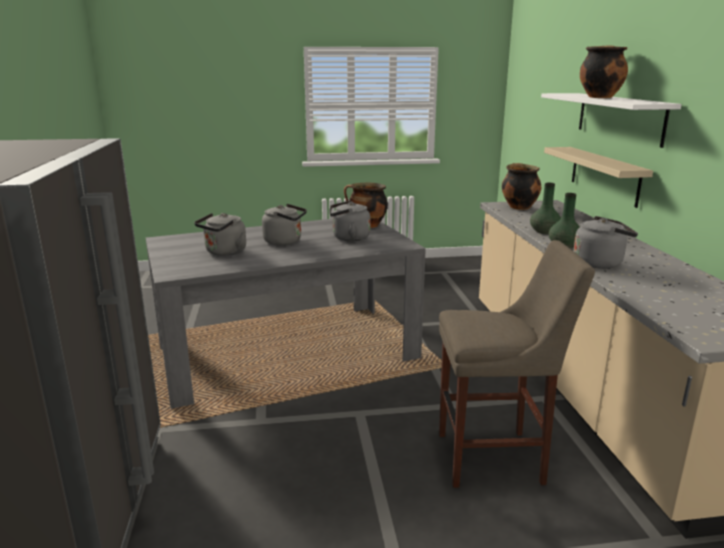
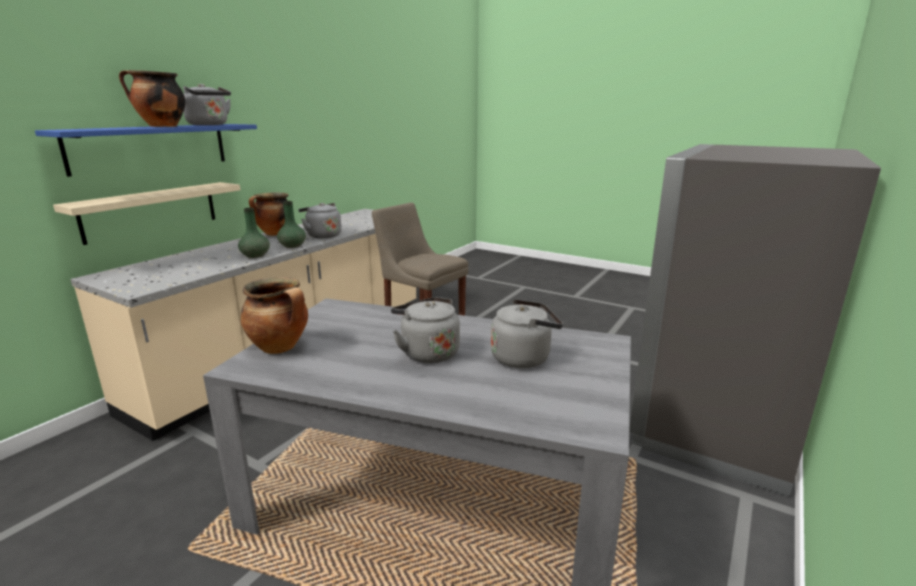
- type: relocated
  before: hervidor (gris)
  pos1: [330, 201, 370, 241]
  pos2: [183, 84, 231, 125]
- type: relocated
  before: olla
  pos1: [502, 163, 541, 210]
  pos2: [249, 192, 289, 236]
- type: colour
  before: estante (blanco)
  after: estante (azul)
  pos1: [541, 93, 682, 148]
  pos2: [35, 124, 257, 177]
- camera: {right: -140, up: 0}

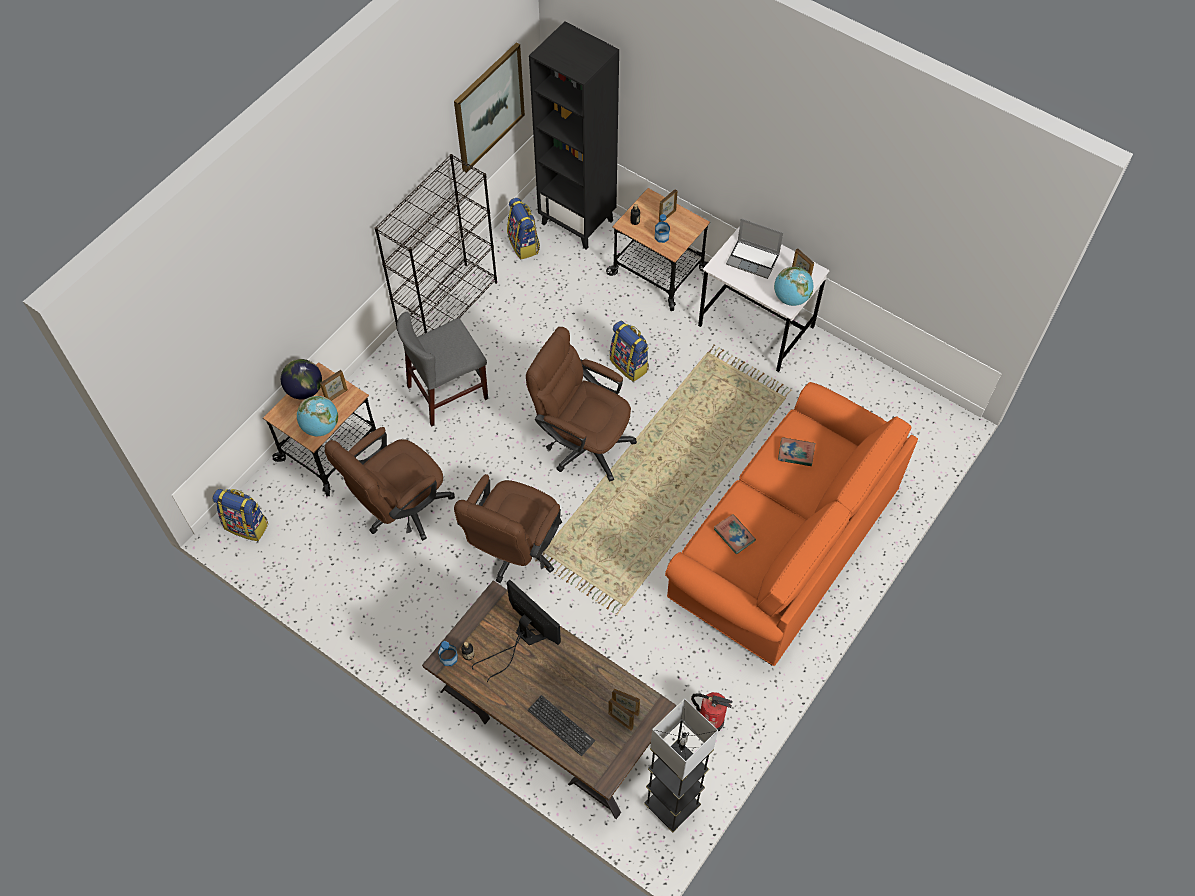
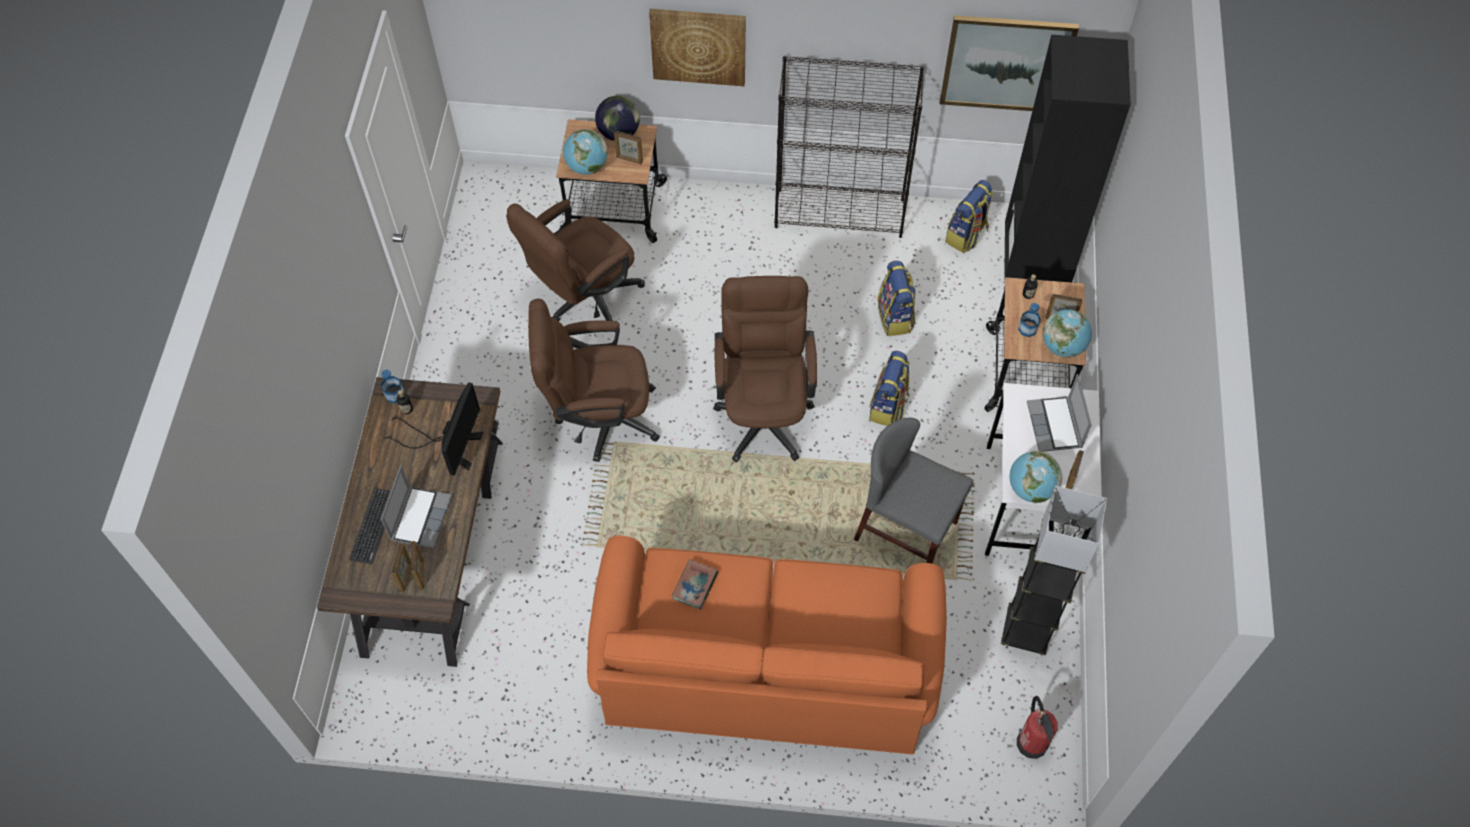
- type: missing
  before: libro
  pos1: [778, 437, 815, 466]
- type: appeared
  after: portátil
  pos2: [381, 466, 452, 549]
- type: appeared
  after: cuadro
  pos2: [649, 9, 746, 86]
- type: appeared
  after: globo terráqueo
  pos2: [1043, 309, 1092, 358]
- type: relocated
  before: mochila
  pos1: [212, 489, 268, 541]
  pos2: [878, 261, 915, 336]
- type: relocated
  before: silla (gris)
  pos1: [397, 312, 488, 427]
  pos2: [854, 418, 973, 564]
- type: relocated
  before: lámpara de pie (negro)
  pos1: [644, 698, 718, 832]
  pos2: [1001, 486, 1107, 655]
- type: relocated
  before: extintor
  pos1: [691, 692, 733, 731]
  pos2: [1017, 696, 1058, 759]
- type: spun
  before: silla de oficina (marrón)
  pos1: [324, 427, 455, 541]
  pos2: [506, 199, 645, 321]
  turn: -60
- camera: {right: 60, up: 0}

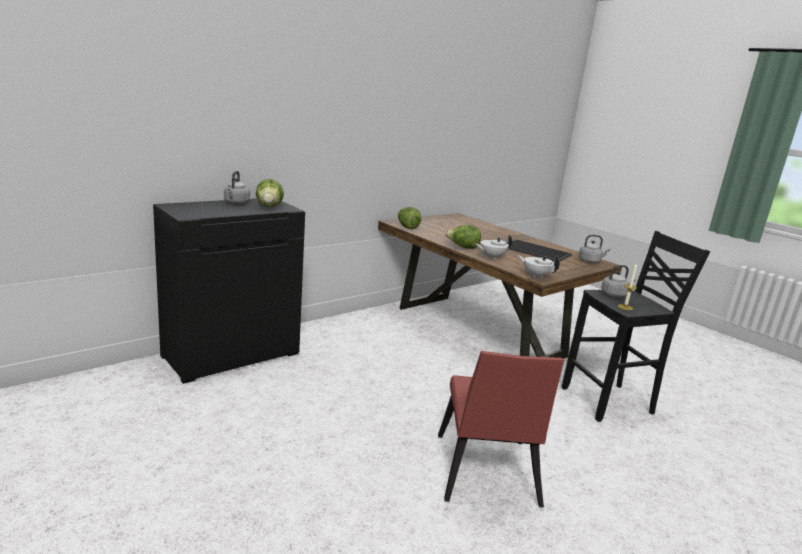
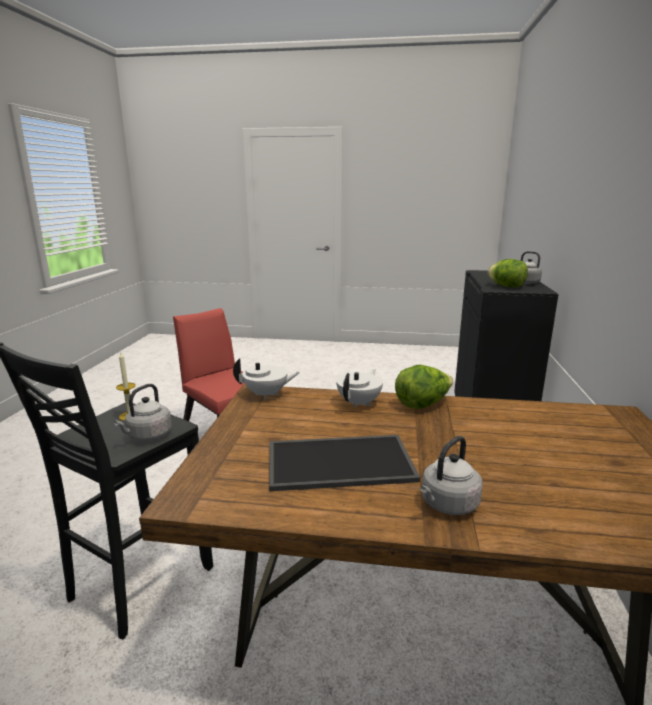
- type: missing
  before: lechuga
  pos1: [398, 207, 421, 229]
- type: relocated
  before: hervidor (gris)
  pos1: [578, 235, 610, 263]
  pos2: [420, 436, 483, 515]
- camera: {right: 140, up: 0}

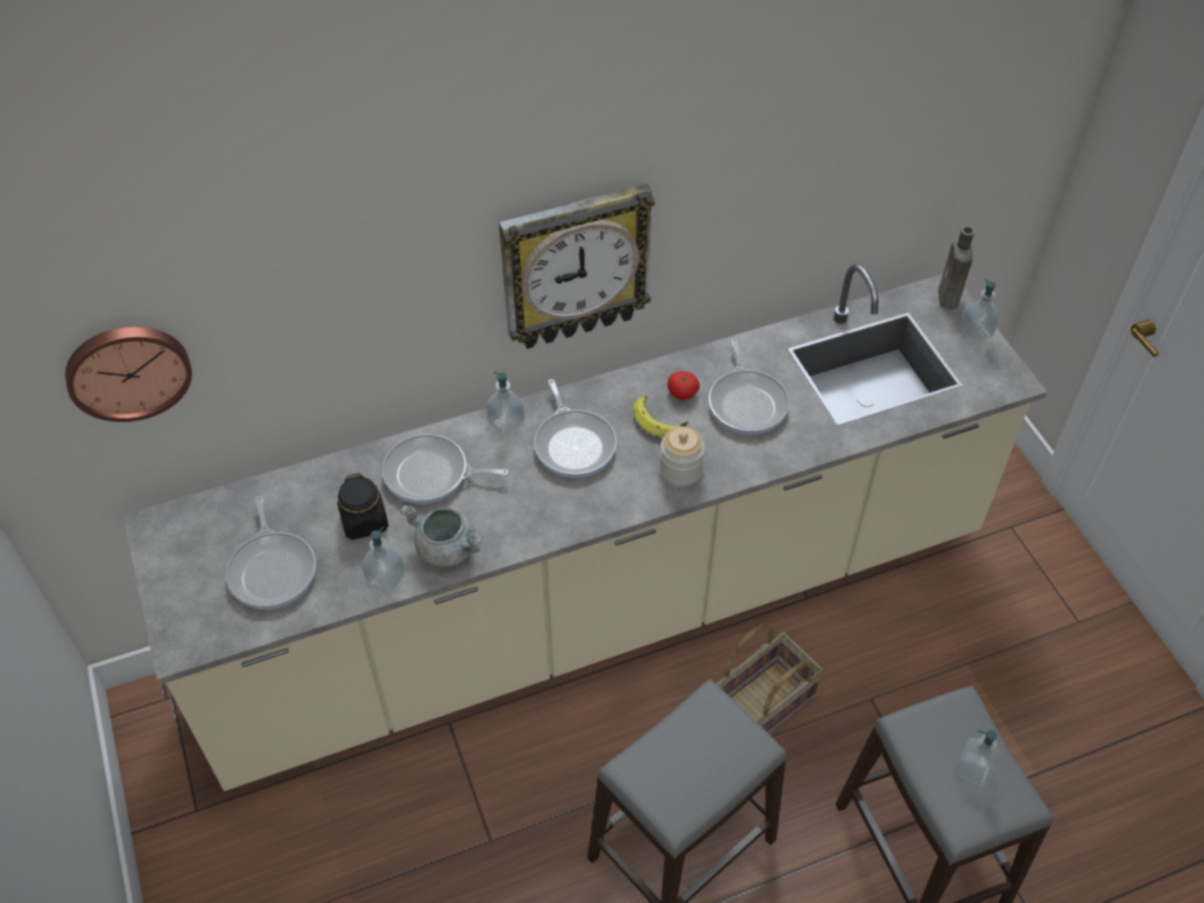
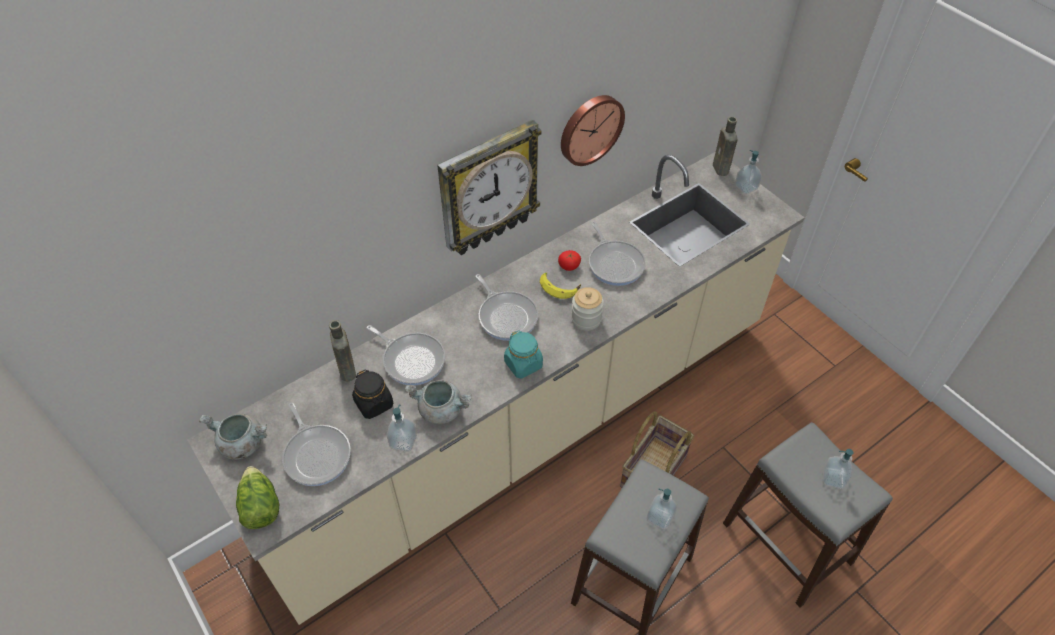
- type: appeared
  after: olla (gris)
  pos2: [199, 414, 267, 460]
- type: appeared
  after: lechuga
  pos2: [236, 466, 279, 529]
- type: appeared
  after: botella (marrón)
  pos2: [329, 320, 356, 381]
- type: appeared
  after: tarro (turquesa)
  pos2: [504, 330, 543, 378]
- type: relocated
  before: reloj de pared
  pos1: [65, 327, 192, 422]
  pos2: [561, 95, 625, 166]
- type: relocated
  before: dispensador de jabón
  pos1: [486, 371, 524, 435]
  pos2: [647, 488, 677, 529]
- type: spun
  before: sartén
  pos1: [382, 434, 509, 504]
  pos2: [367, 325, 445, 385]
  turn: -135
- camera: {right: -15, up: 0}

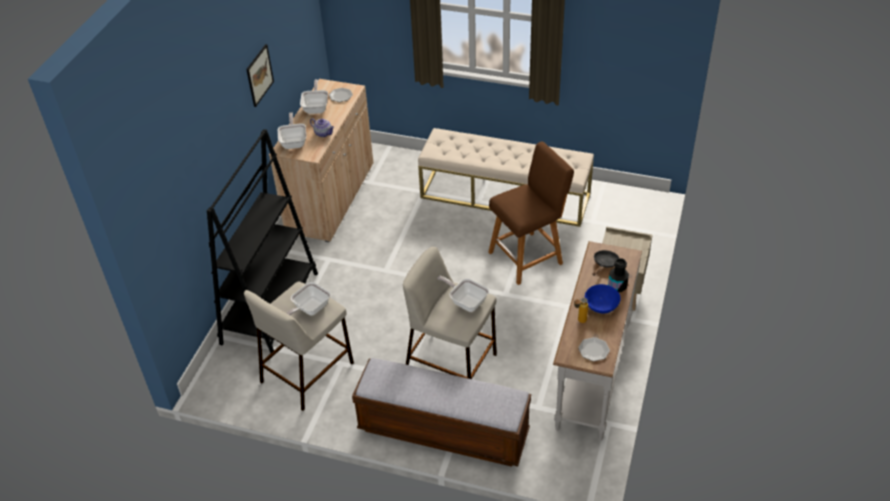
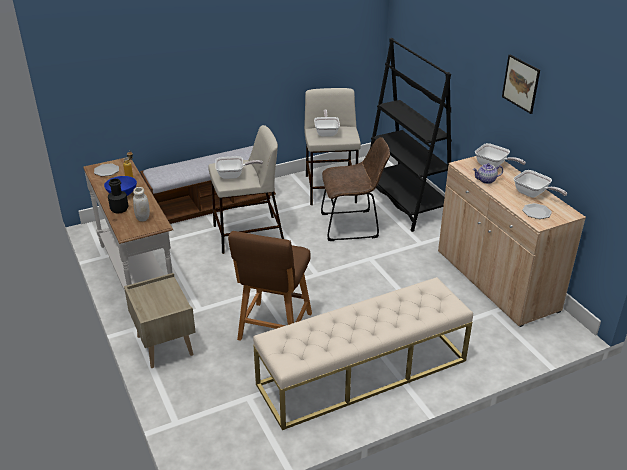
- type: appeared
  after: silla (marrón)
  pos2: [321, 137, 390, 241]
- type: exchanged
  before: sartén (negro)
  after: tarro (blanco)
  pos1: [592, 250, 619, 276]
  pos2: [133, 187, 150, 221]
- camera: {right: 135, up: -10}

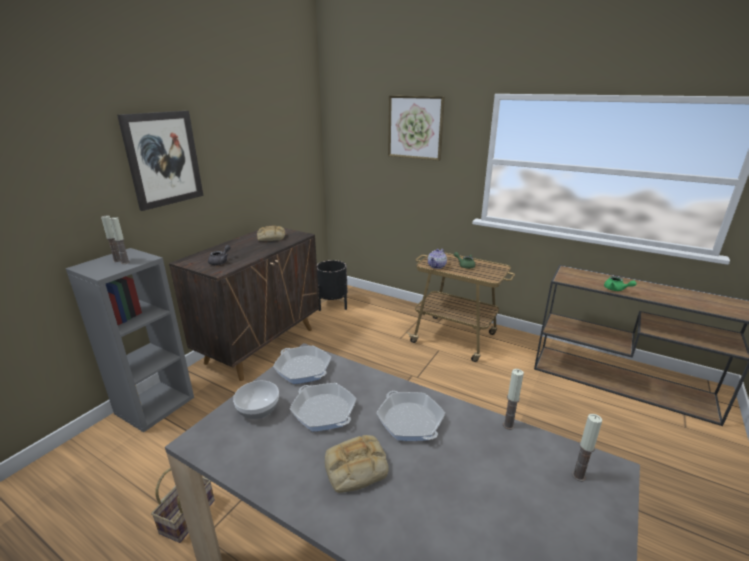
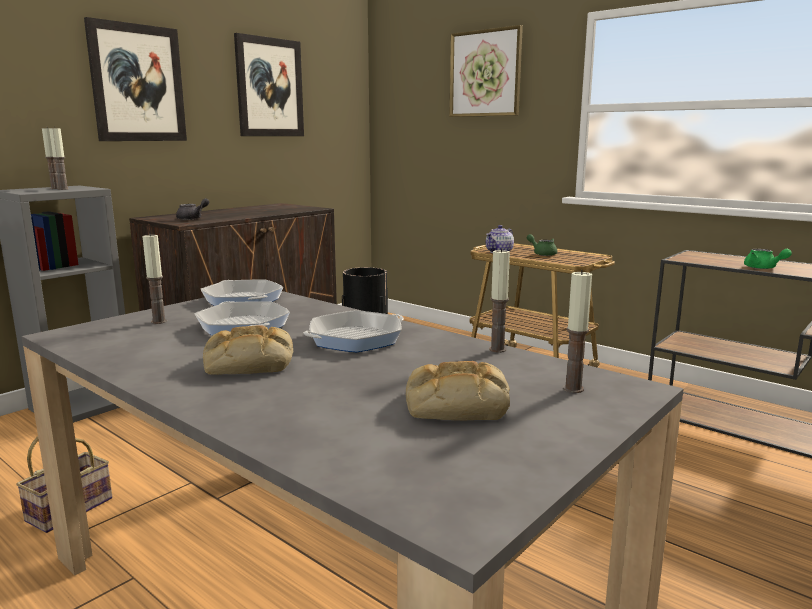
- type: appeared
  after: cuadro
  pos2: [234, 33, 304, 136]
- type: relocated
  before: pan
  pos1: [257, 226, 285, 241]
  pos2: [406, 361, 510, 420]
- type: exchanged
  before: cuenco
  after: vela
  pos1: [233, 381, 279, 419]
  pos2: [142, 233, 167, 324]
- type: spun
  before: sartén
  pos1: [376, 391, 445, 441]
  pos2: [303, 310, 404, 353]
  turn: -105
- camera: {right: 10, up: -10}

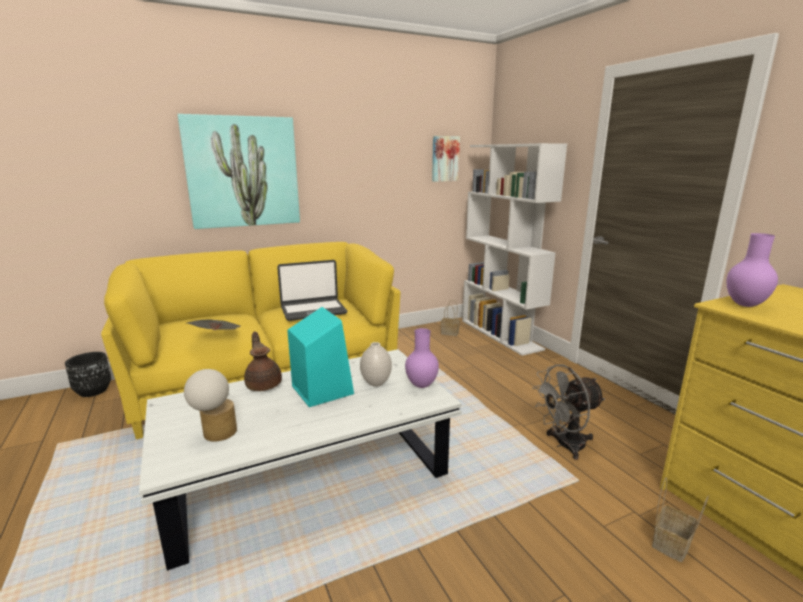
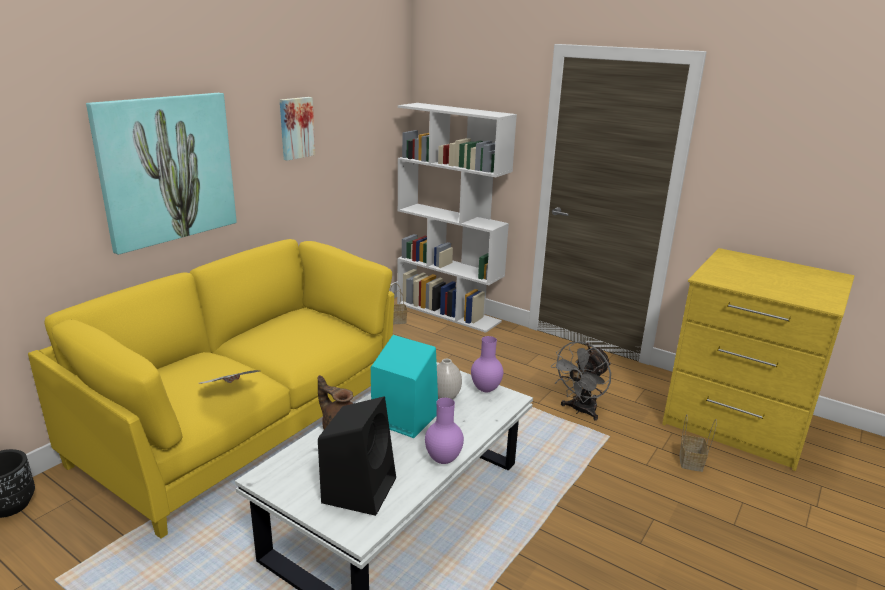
- type: missing
  before: portátil
  pos1: [277, 260, 347, 321]
- type: relocated
  before: cuadro
  pos1: [432, 136, 460, 182]
  pos2: [280, 97, 315, 161]
- type: relocated
  before: florero (morado)
  pos1: [726, 233, 778, 307]
  pos2: [425, 398, 464, 464]
- type: exchanged
  before: lámpara de mesa
  after: altavoz (negro)
  pos1: [184, 369, 237, 442]
  pos2: [318, 396, 396, 516]
- camera: {right: -30, up: 5}

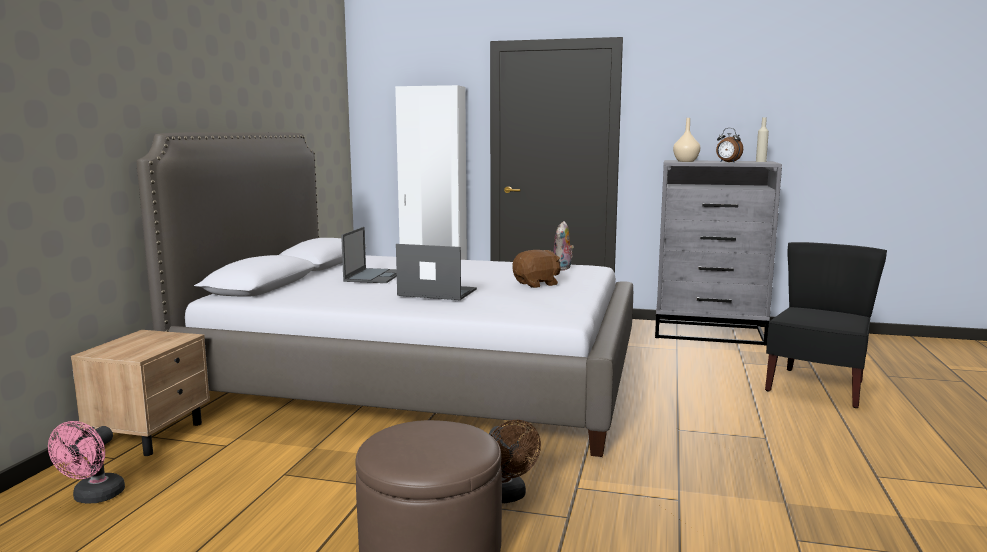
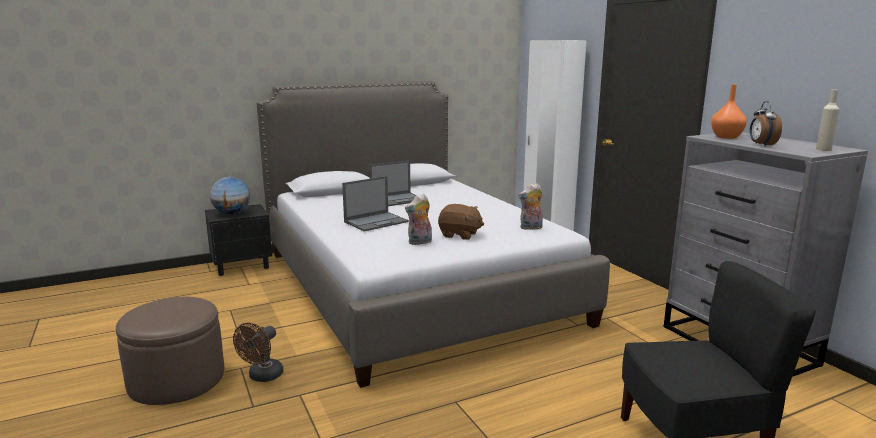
- type: missing
  before: ventilador (rosa)
  pos1: [48, 421, 125, 504]
- type: appeared
  after: globo terráqueo
  pos2: [210, 177, 250, 215]
- type: appeared
  after: peluche
  pos2: [405, 194, 432, 245]
- type: colour
  before: mesita de noche (beis)
  after: mesita de noche (negro)
  pos1: [71, 330, 210, 456]
  pos2: [205, 204, 272, 276]
- type: colour
  before: florero (beis)
  after: florero (naranja)
  pos1: [673, 118, 700, 162]
  pos2: [711, 85, 747, 139]
- type: spun
  before: portátil
  pos1: [396, 244, 477, 300]
  pos2: [342, 176, 409, 232]
  turn: 75
- camera: {right: 50, up: 5}

